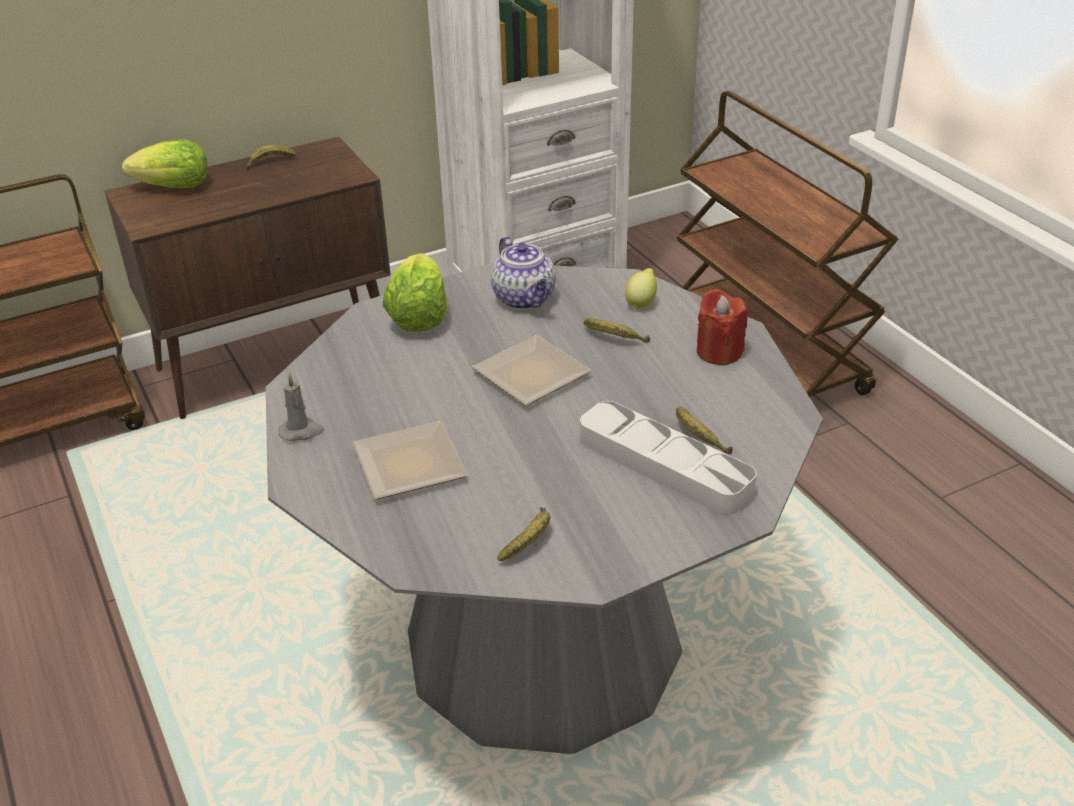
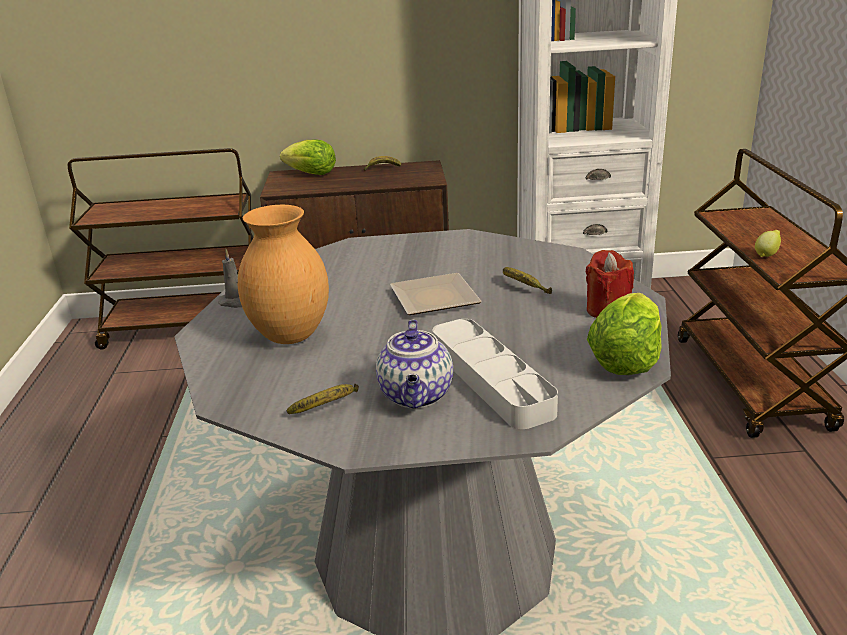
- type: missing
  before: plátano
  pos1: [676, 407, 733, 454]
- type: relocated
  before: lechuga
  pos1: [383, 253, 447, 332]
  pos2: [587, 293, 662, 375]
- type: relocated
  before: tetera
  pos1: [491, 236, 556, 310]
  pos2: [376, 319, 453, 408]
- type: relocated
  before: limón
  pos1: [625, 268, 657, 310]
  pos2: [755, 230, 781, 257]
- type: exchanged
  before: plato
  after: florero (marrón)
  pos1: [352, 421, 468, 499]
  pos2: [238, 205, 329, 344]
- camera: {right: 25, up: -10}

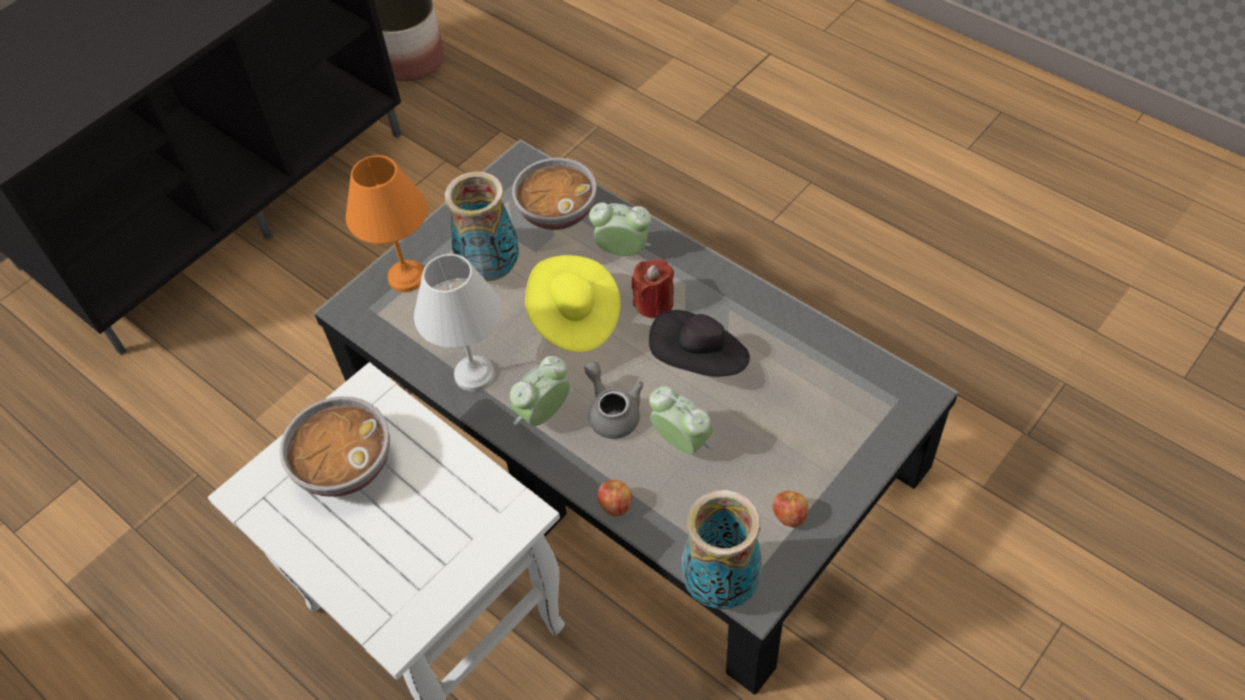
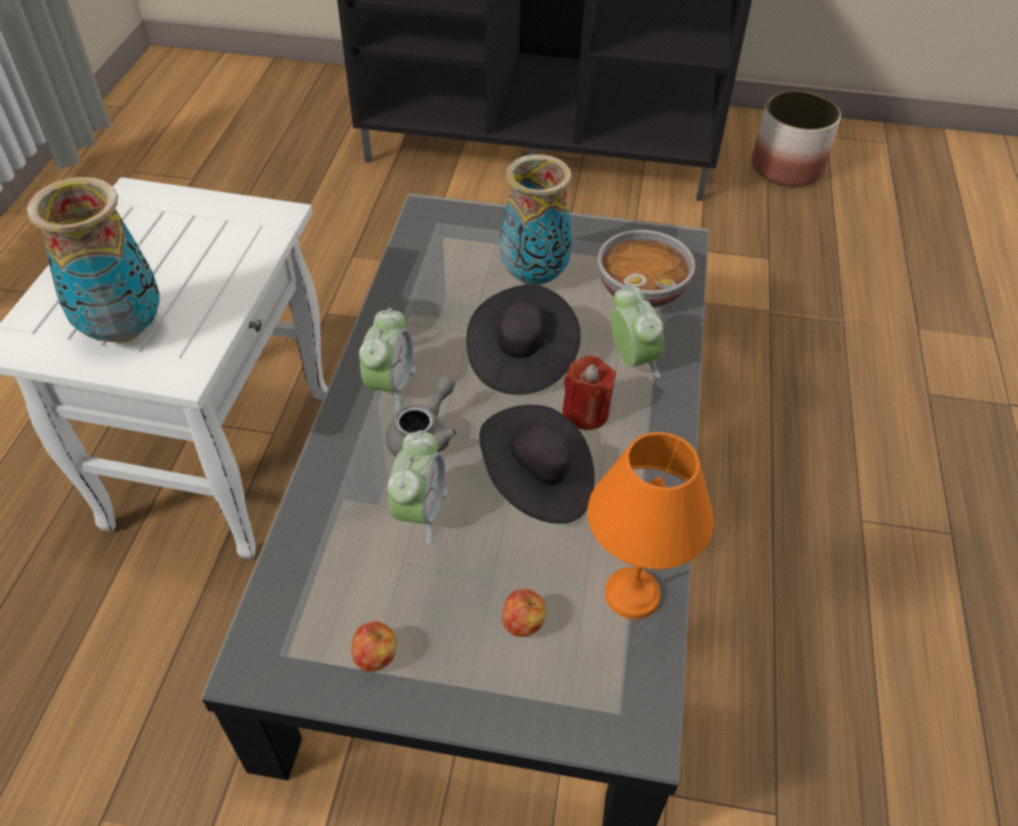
- type: missing
  before: cuenco
  pos1: [279, 396, 390, 497]
- type: missing
  before: lámpara de mesa (blanco)
  pos1: [414, 254, 502, 391]
- type: relocated
  before: lámpara de mesa (naranja)
  pos1: [346, 155, 427, 292]
  pos2: [587, 432, 714, 619]
- type: relocated
  before: manzana
  pos1: [597, 480, 632, 516]
  pos2: [502, 589, 546, 637]
- type: relocated
  before: florero
  pos1: [682, 490, 762, 609]
  pos2: [27, 177, 160, 343]
- type: colour
  before: sombrero (amarillo)
  after: sombrero (negro)
  pos1: [525, 255, 620, 352]
  pos2: [466, 284, 581, 395]
- type: spun
  before: despertador
  pos1: [510, 356, 570, 426]
  pos2: [359, 308, 416, 411]
  turn: 90
- camera: {right: 55, up: -5}

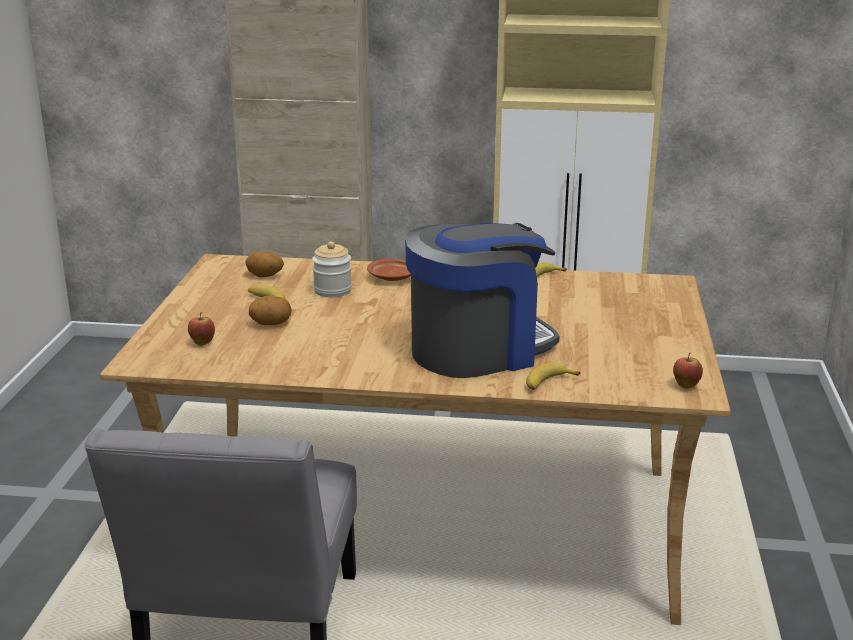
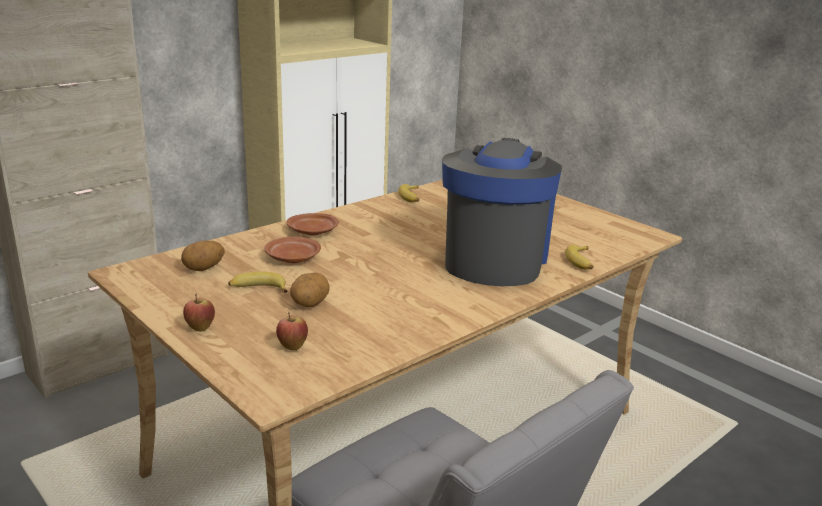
- type: relocated
  before: manzana
  pos1: [673, 353, 703, 389]
  pos2: [183, 294, 215, 332]
- type: exchanged
  before: tarro
  after: plato (marrón)
  pos1: [312, 241, 352, 297]
  pos2: [264, 237, 321, 263]
- camera: {right: -50, up: 0}

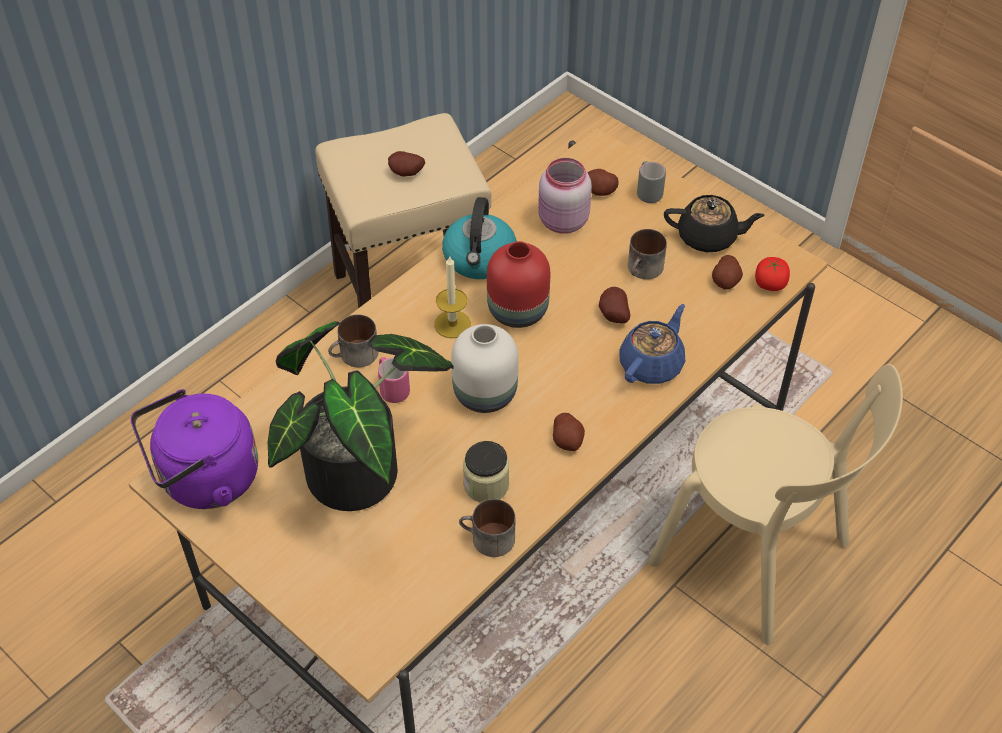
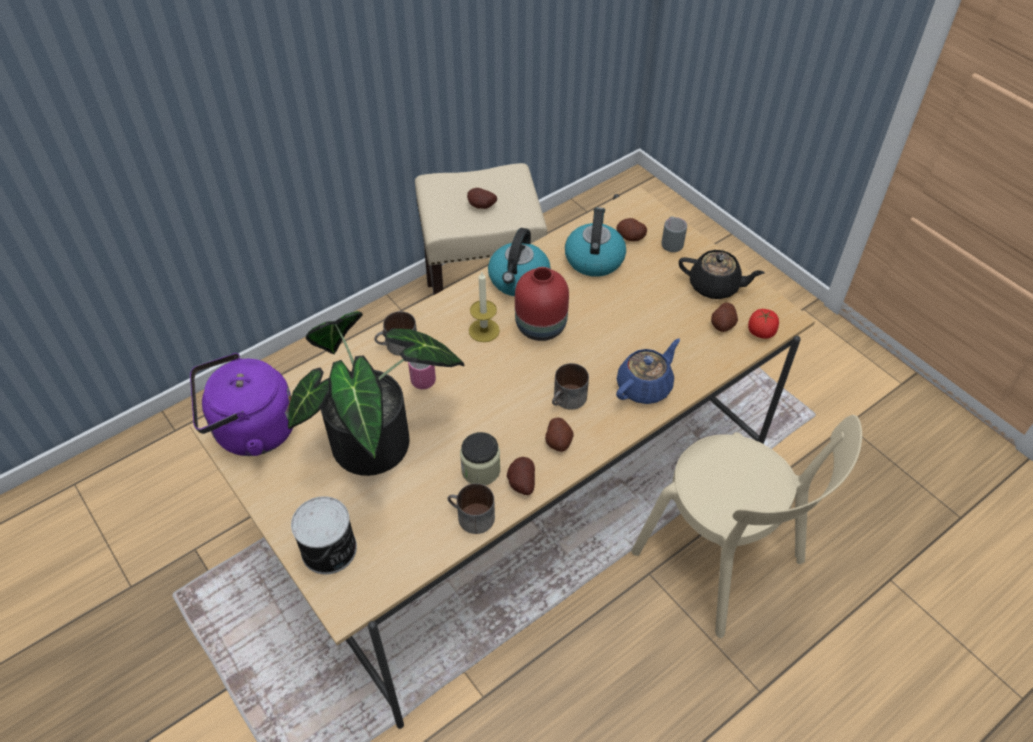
- type: missing
  before: florero (blanco)
  pos1: [451, 324, 518, 413]
- type: appeared
  after: lata
  pos2: [291, 496, 357, 574]
- type: relocated
  before: patata
  pos1: [599, 287, 630, 323]
  pos2: [507, 457, 535, 495]
- type: relocated
  before: taza grande
  pos1: [628, 229, 667, 279]
  pos2: [552, 363, 589, 410]
- type: exchanged
  before: tarro (rosa)
  after: hervidor
  pos1: [538, 158, 592, 234]
  pos2: [565, 207, 626, 277]
- camera: {right: 10, up: 0}

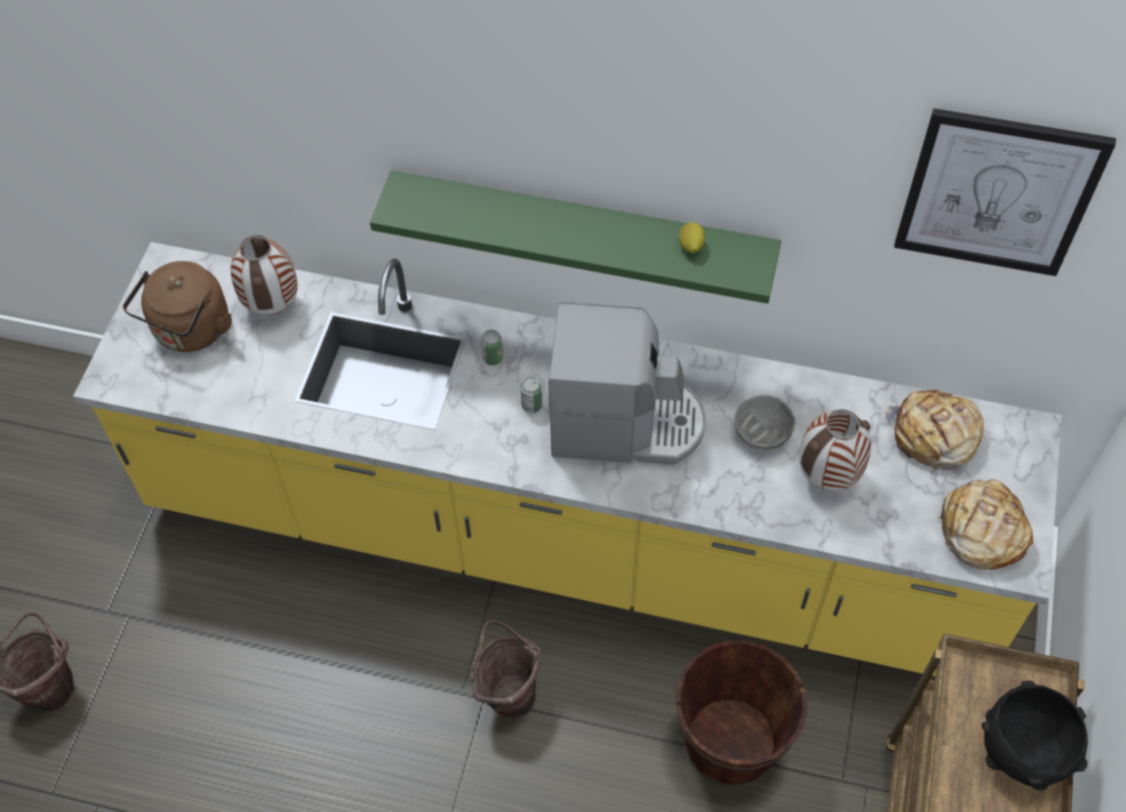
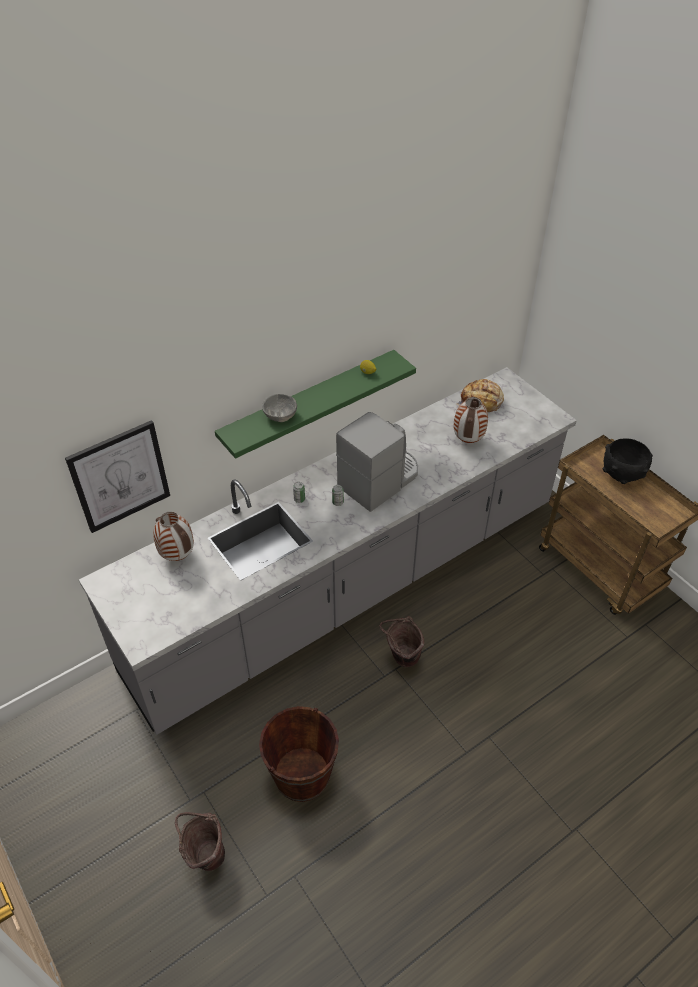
- type: missing
  before: hervidor (marrón)
  pos1: [123, 261, 232, 352]
- type: missing
  before: pan
  pos1: [937, 478, 1033, 570]
- type: relocated
  before: cubo (marrón)
  pos1: [676, 640, 807, 787]
  pos2: [259, 706, 339, 802]
- type: relocated
  before: cuenco (gris)
  pos1: [734, 395, 795, 451]
  pos2: [262, 394, 297, 422]
- type: relocated
  before: cuadro
  pos1: [894, 108, 1116, 276]
  pos2: [65, 420, 170, 533]
- type: colour
  before: mueble bajo de cocina (amarillo)
  after: mueble bajo de cocina (gris)
  pos1: [73, 242, 1062, 676]
  pos2: [79, 367, 577, 735]
- camera: {right: -50, up: -10}

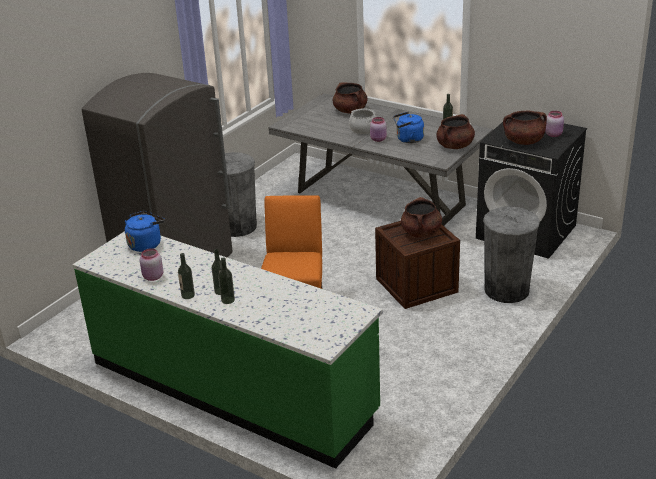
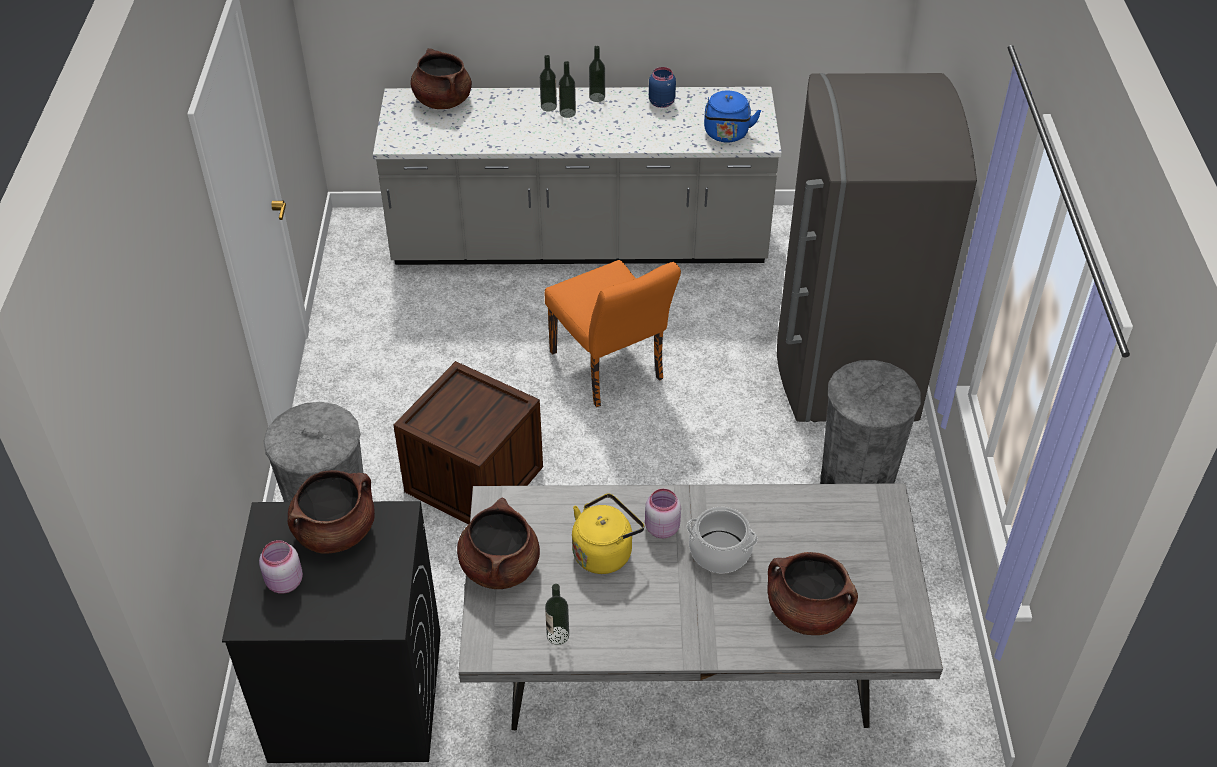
- type: relocated
  before: olla (marrón)
  pos1: [401, 197, 442, 238]
  pos2: [410, 48, 472, 109]
- type: colour
  before: mueble bajo de cocina (verde)
  after: mueble bajo de cocina (gris)
  pos1: [73, 231, 383, 469]
  pos2: [373, 87, 782, 265]
- type: colour
  before: tarro (rosa)
  after: tarro (azul)
  pos1: [140, 248, 163, 281]
  pos2: [649, 67, 676, 108]
- type: colour
  before: hervidor (azul)
  after: hervidor (amarillo)
  pos1: [393, 112, 424, 143]
  pos2: [572, 493, 644, 574]
- camera: {right: 145, up: 15}

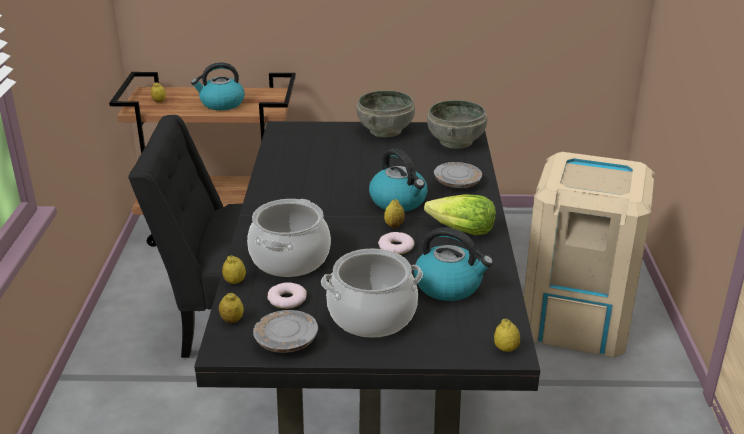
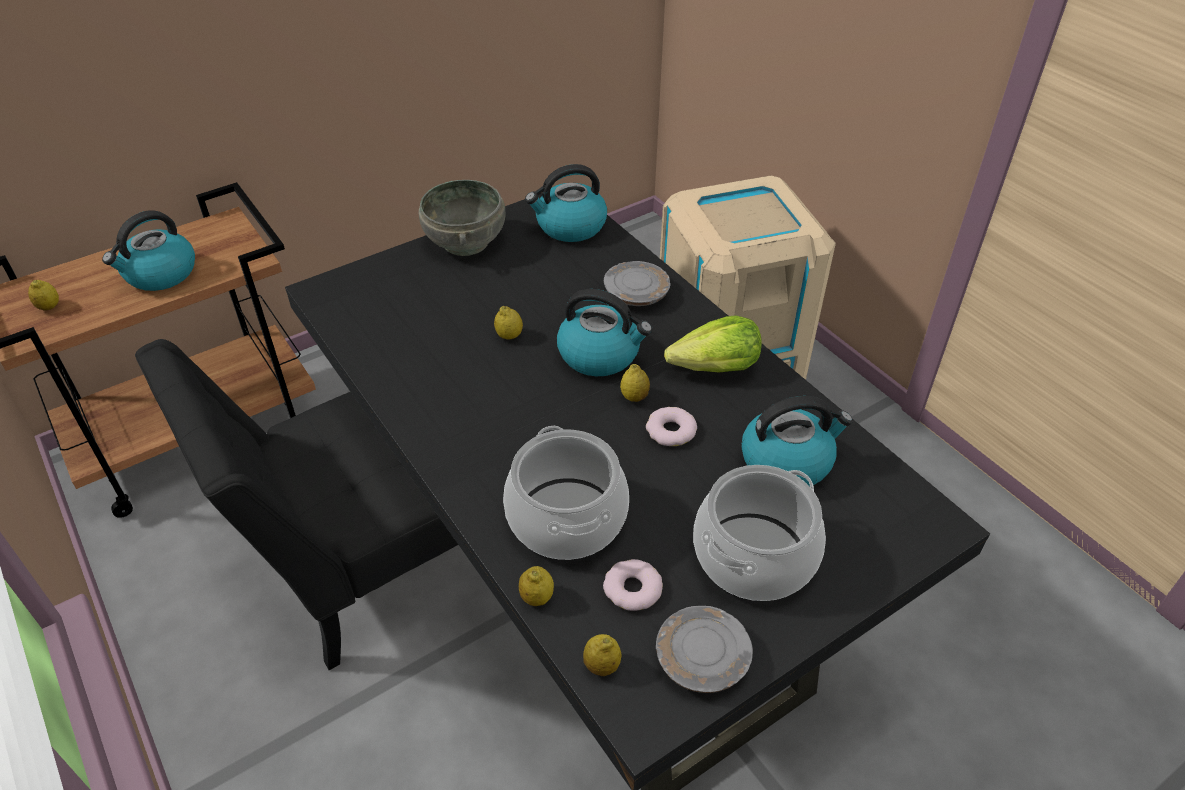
- type: relocated
  before: limón
  pos1: [494, 319, 520, 352]
  pos2: [494, 306, 523, 340]
- type: exchanged
  before: cuenco (gris)
  after: hervidor
  pos1: [427, 100, 487, 149]
  pos2: [525, 164, 607, 242]
- camera: {right: -35, up: 15}

